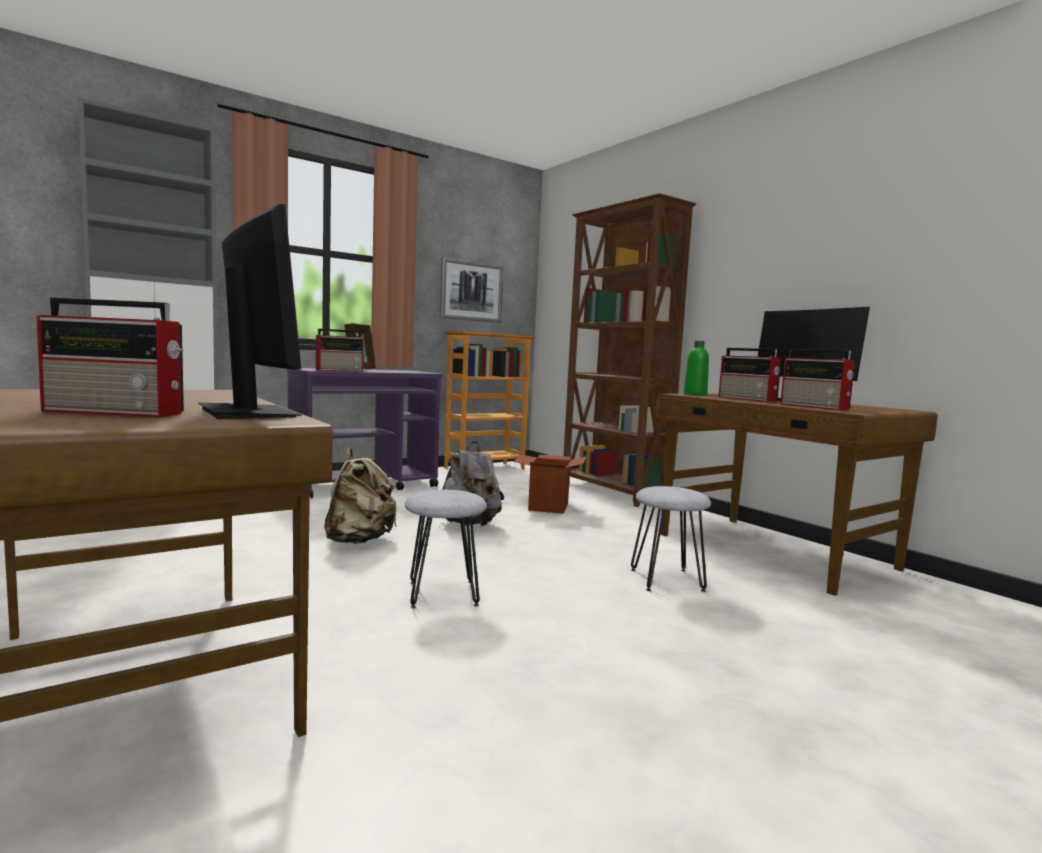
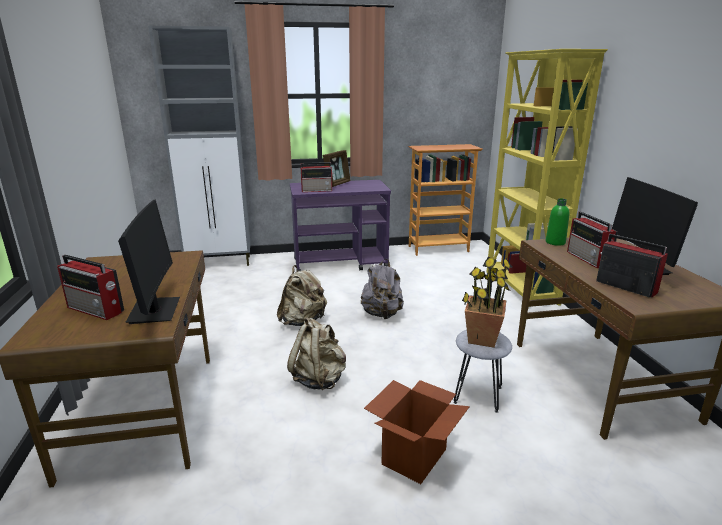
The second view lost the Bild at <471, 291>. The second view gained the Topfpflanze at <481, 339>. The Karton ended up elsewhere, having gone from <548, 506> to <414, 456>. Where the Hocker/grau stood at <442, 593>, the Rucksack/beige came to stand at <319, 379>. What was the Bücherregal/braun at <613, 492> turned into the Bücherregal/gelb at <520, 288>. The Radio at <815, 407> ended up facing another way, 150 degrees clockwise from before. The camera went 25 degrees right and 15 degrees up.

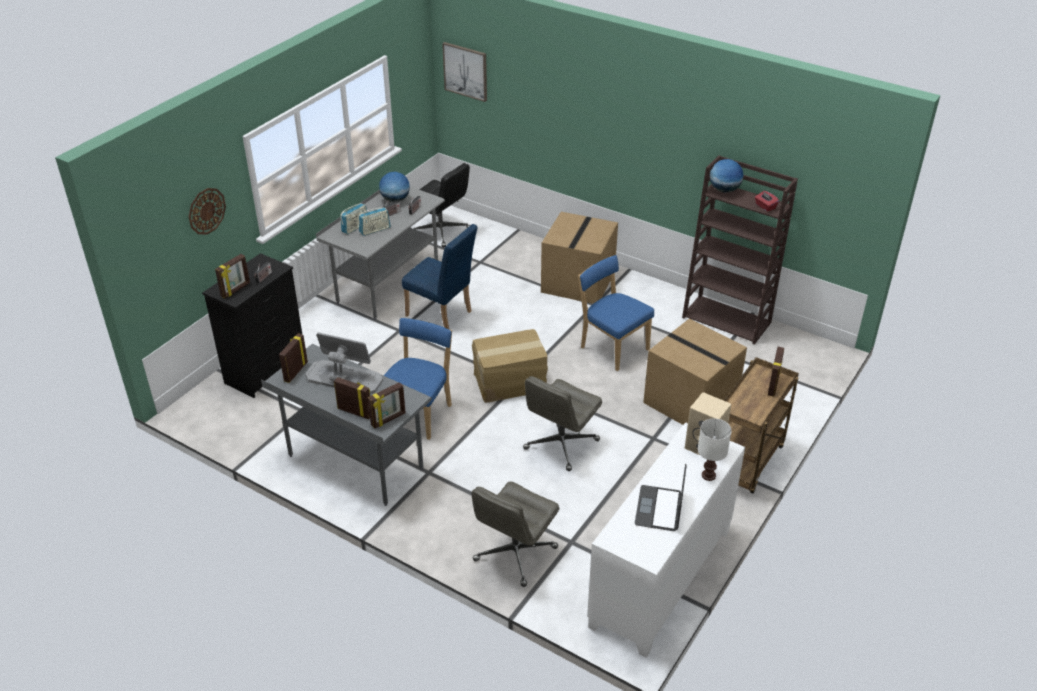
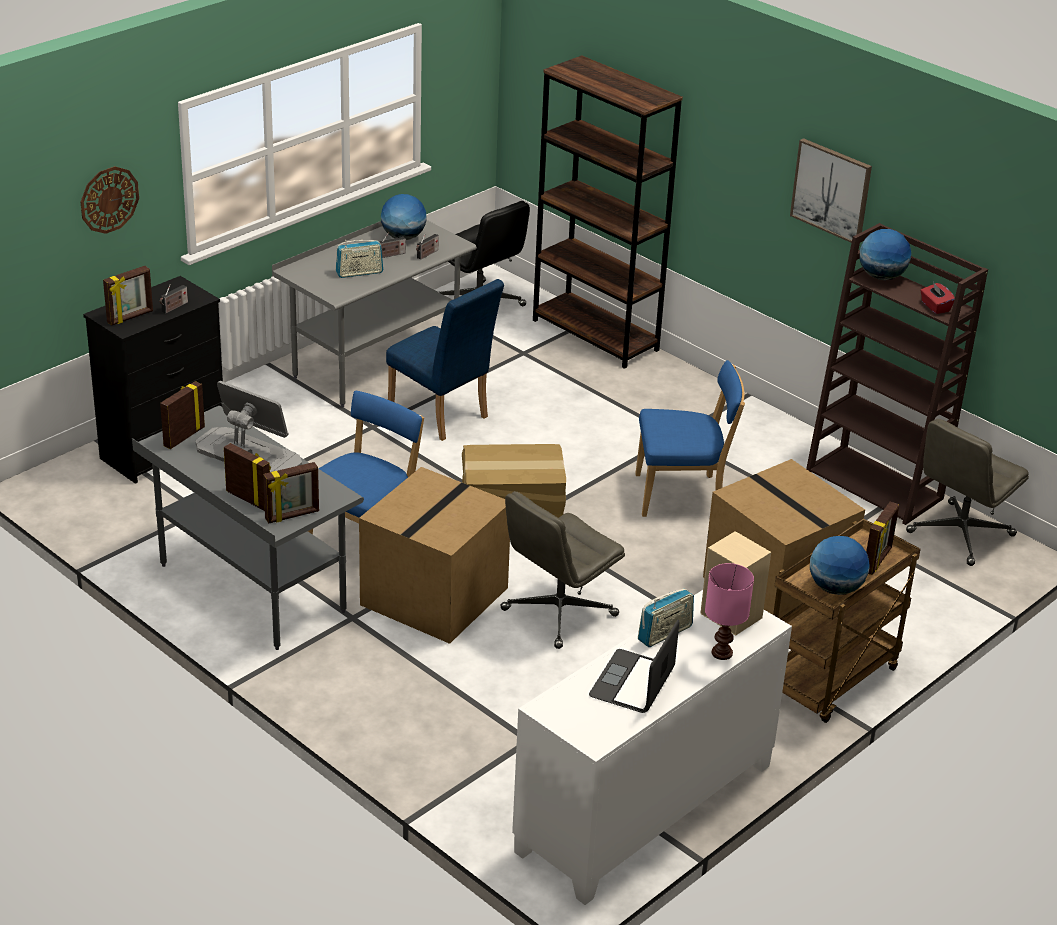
The second view gained the Bücherregal/braun at <595, 335>. The second view gained the Globus at <835, 588>. The Radio ended up elsewhere, having gone from <355, 227> to <665, 633>. The Bild ended up elsewhere, having gone from <465, 71> to <831, 190>. The Bürostuhl/grau ended up elsewhere, having gone from <515, 554> to <960, 534>. The Karton ended up elsewhere, having gone from <577, 281> to <434, 595>. What was the Tischlampe/weiß at <709, 475> turned into the Tischlampe/rosa at <722, 652>. The Stuhl/blau at <612, 347> ended up facing another way, 120 degrees clockwise from before. The camera went 10 degrees right and 5 degrees down.

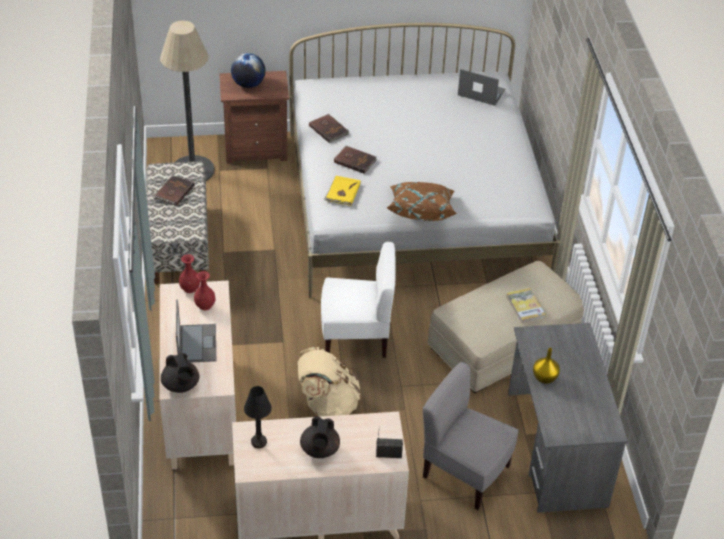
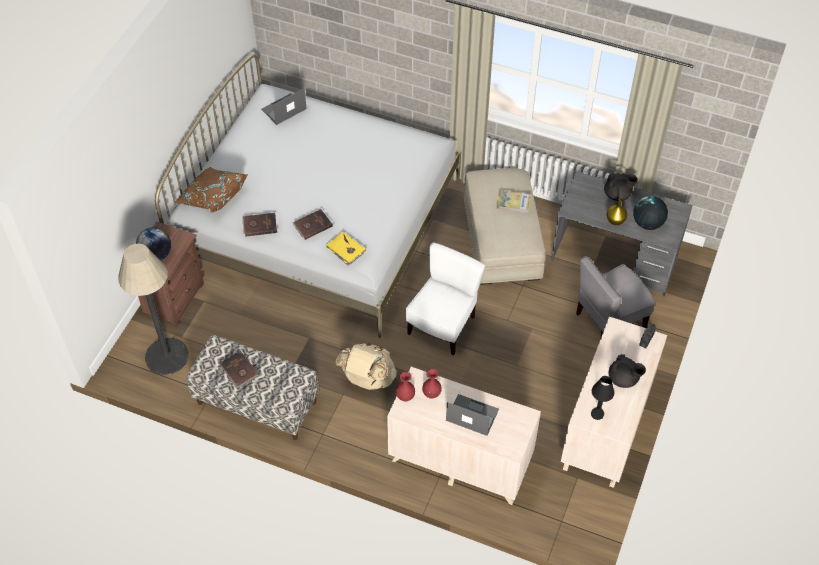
The second view gained the Globus at <647, 223>. The Teekanne/schwarz ended up elsewhere, having gone from <181, 385> to <617, 195>. The Rucksack/beige ended up elsewhere, having gone from <327, 405> to <368, 379>. The Kissen/braun ended up elsewhere, having gone from <421, 210> to <212, 197>. The camera went 60 degrees left and 10 degrees up.

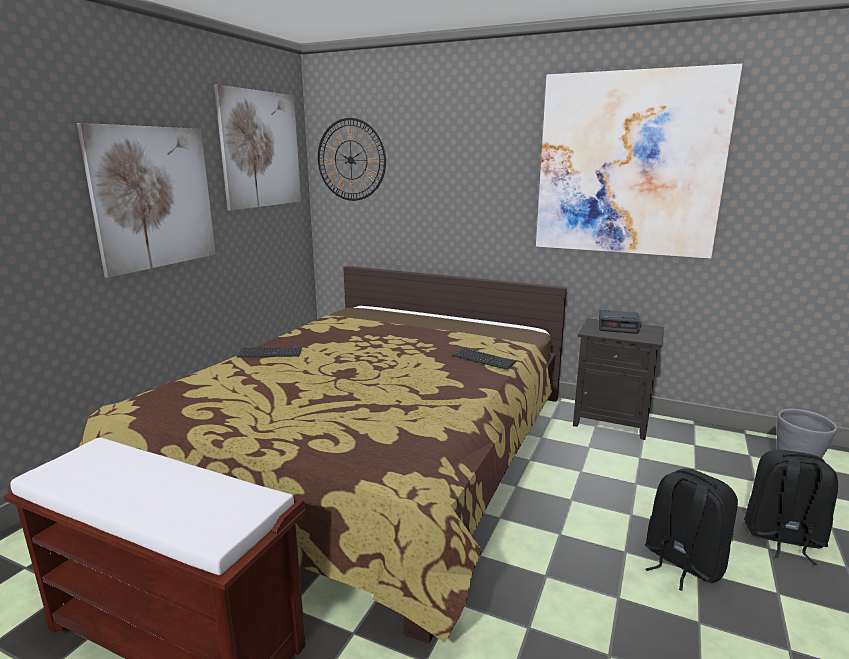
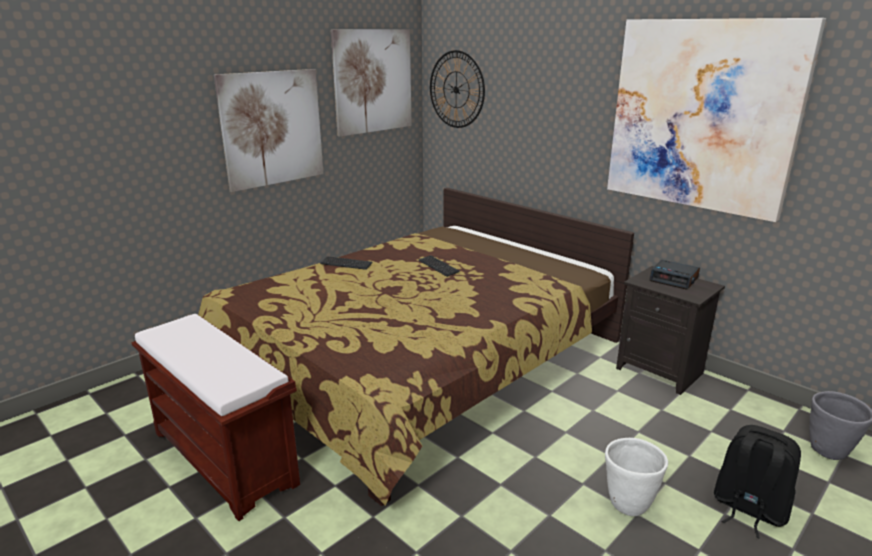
The Tastatur ended up elsewhere, having gone from <483, 360> to <438, 267>. Where the Rucksack/schwarz stood at <682, 562>, the Pflanzkübel/weiß came to stand at <628, 504>. The camera went 20 degrees right and 5 degrees up.

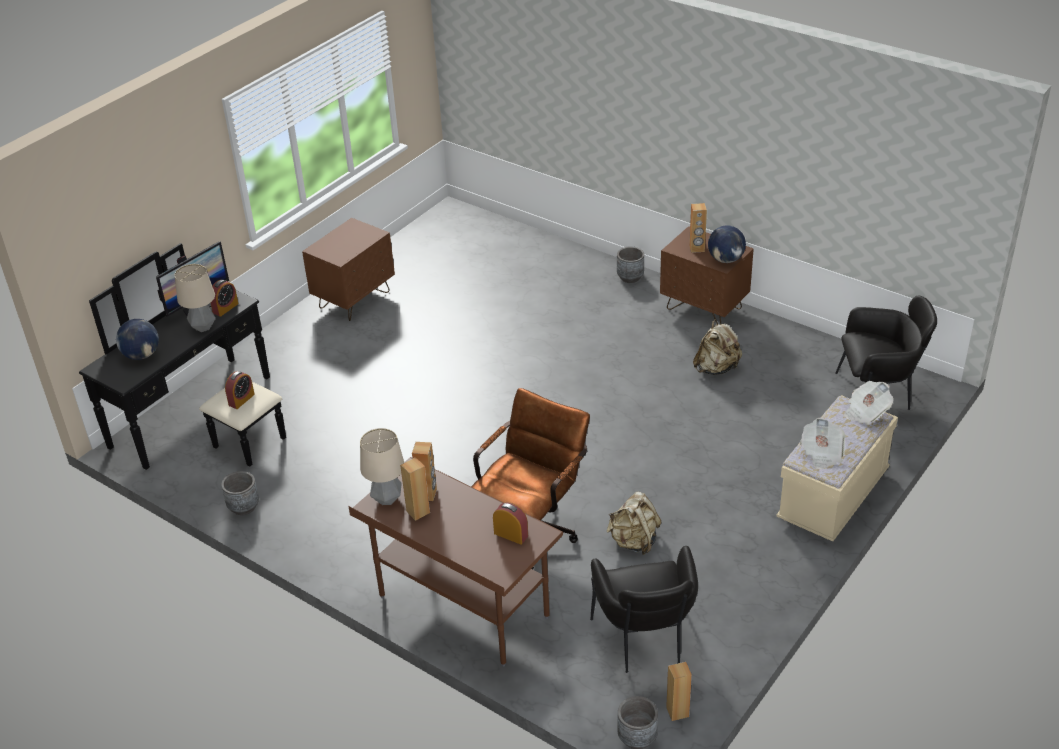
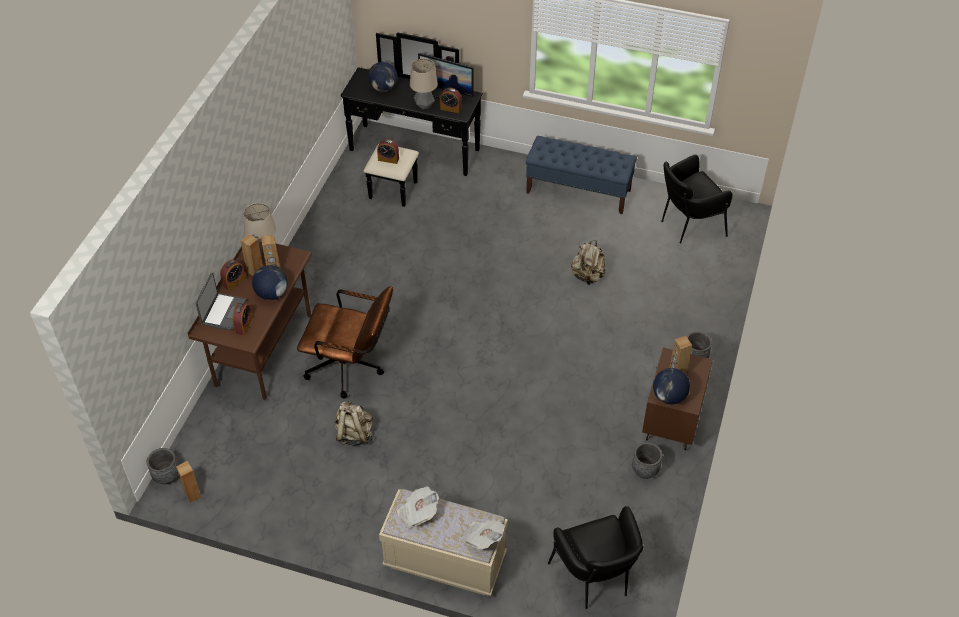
The second view gained the Laptop at <223, 312>. The second view gained the Wecker at <234, 282>. The second view gained the Globus at <271, 294>. The Pflanzkübel/grau ended up elsewhere, having gone from <243, 507> to <645, 470>. The Sessel/schwarz ended up elsewhere, having gone from <645, 643> to <688, 225>. The Rucksack/beige ended up elsewhere, having gone from <716, 368> to <588, 276>. Where the Nachttisch/braun stood at <354, 300>, the Bank/blau came to stand at <579, 191>. The camera went 70 degrees right and 10 degrees up.

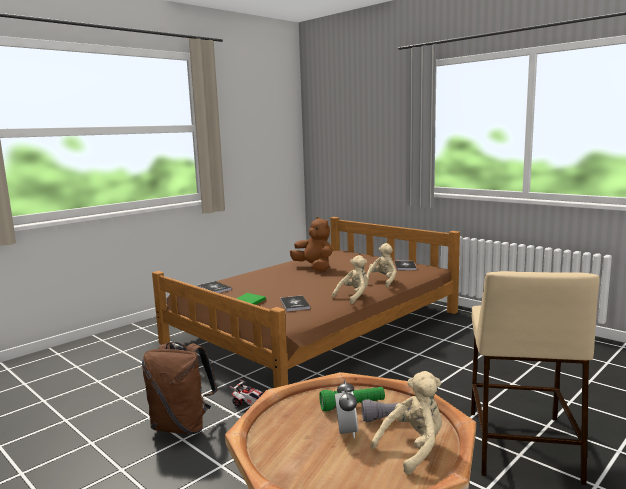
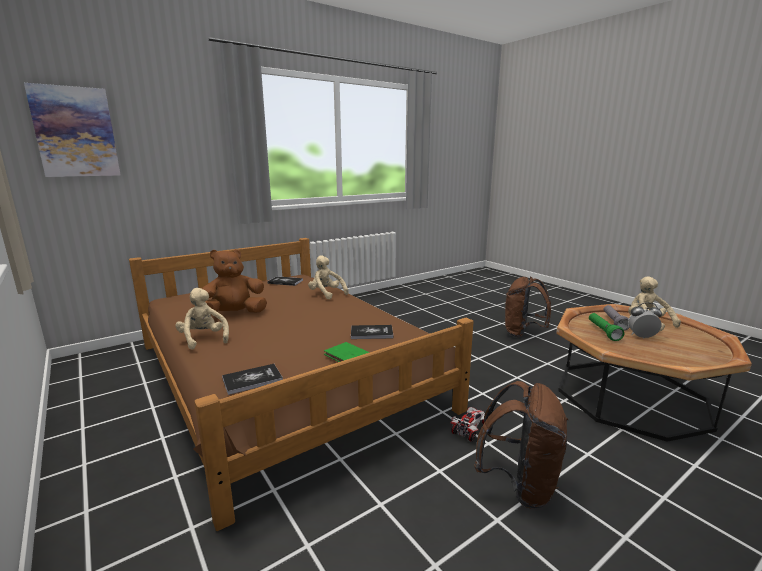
The second view gained the Bild at <75, 132>. The Plüschtier/beige ended up elsewhere, having gone from <354, 297> to <204, 339>. Where the Hocker/beige stood at <520, 443>, the Rucksack/braun came to stand at <523, 333>. The camera went 80 degrees left and 5 degrees up.

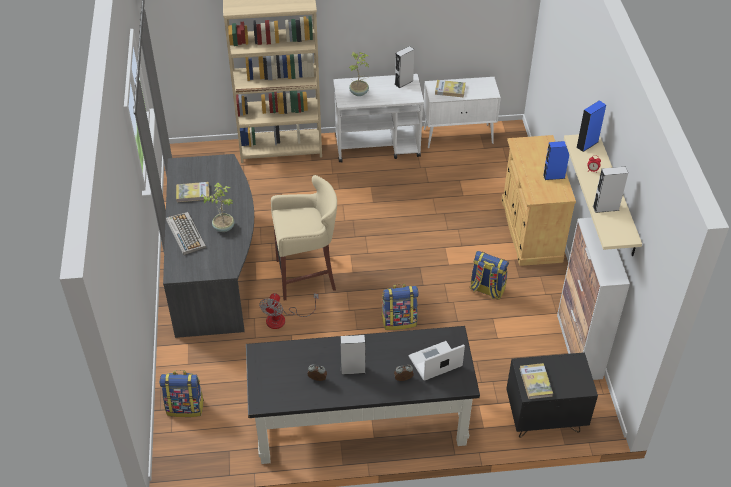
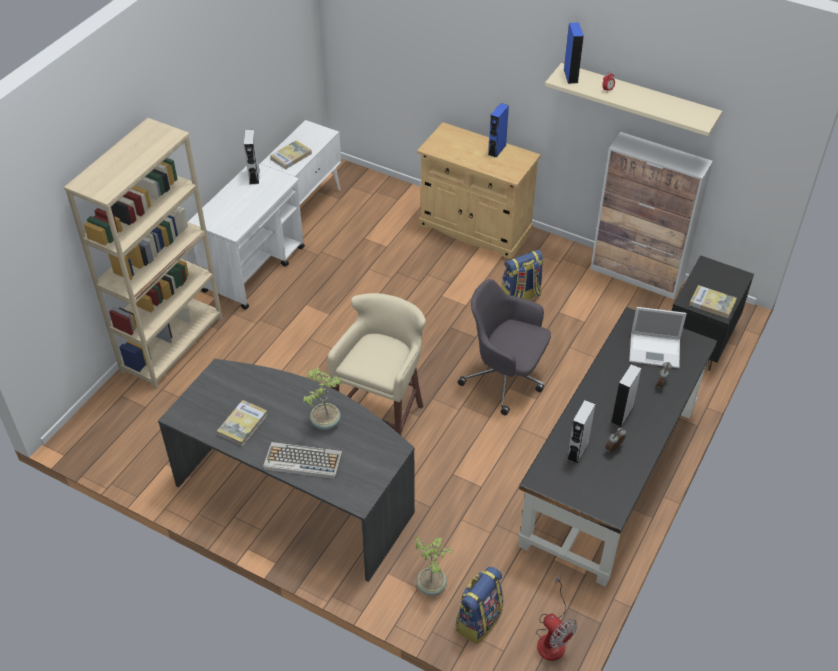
The Ventilator ended up elsewhere, having gone from <282, 319> to <552, 637>. The Topfpflanze ended up elsewhere, having gone from <359, 92> to <432, 585>. The Lautsprecher/grau ended up elsewhere, having gone from <605, 208> to <577, 451>. Where the Rucksack stood at <399, 320>, the Bürostuhl/grau came to stand at <505, 378>. The Laptop at <434, 362> ended up facing another way, 90 degrees counterclockwise from before. The camera went 55 degrees left and 0 degrees up.

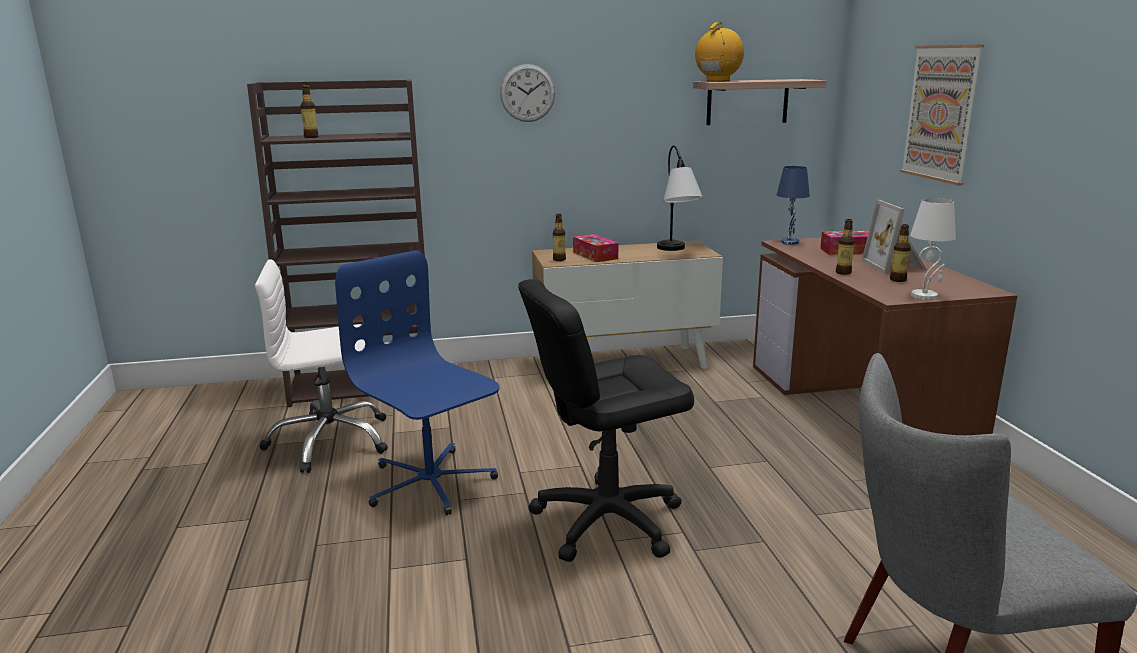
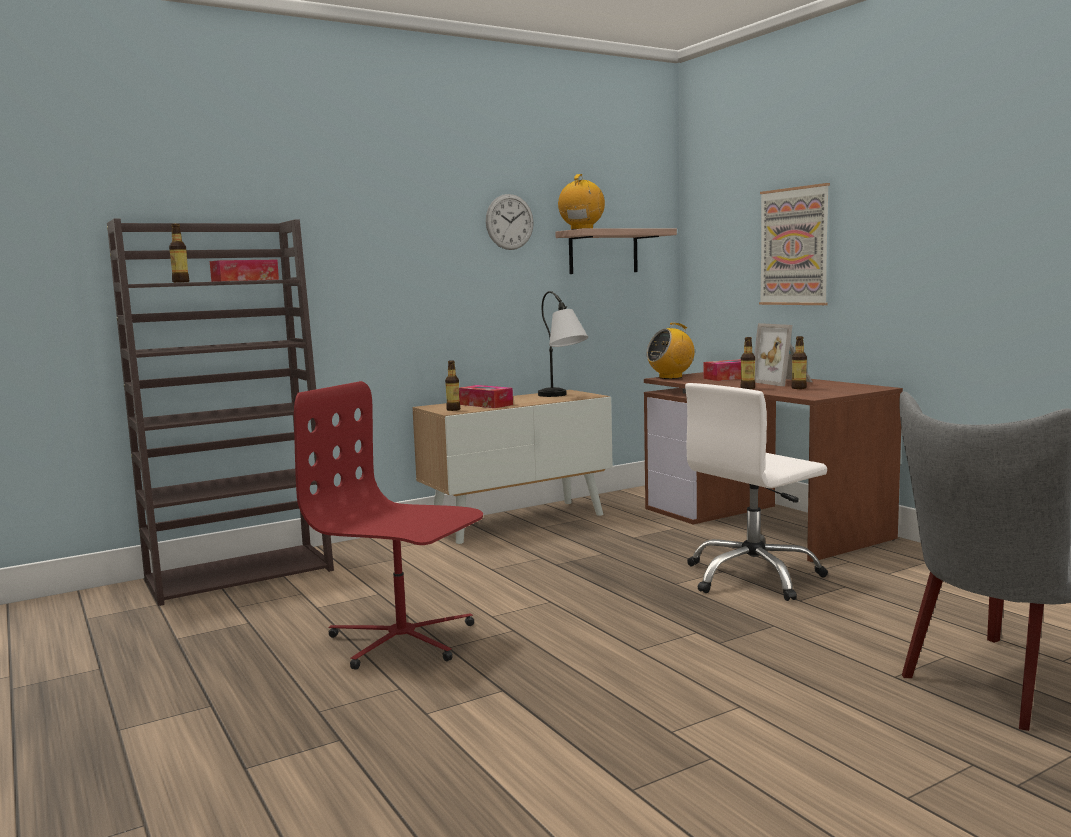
The second view lost the Bürostuhl/schwarz at <607, 520>. The second view lost the Tischlampe/weiß at <924, 296>. The second view gained the Taschentuchbox at <245, 280>. The Bürostuhl/weiß ended up elsewhere, having gone from <329, 441> to <753, 577>. The Wanduhr ended up elsewhere, having gone from <527, 93> to <509, 222>. Where the Tischlampe/blau stood at <789, 242>, the Radio came to stand at <671, 377>. What was the Bürostuhl/blau at <430, 483> turned into the Bürostuhl/rot at <402, 640>. The camera went 20 degrees left and 10 degrees down.

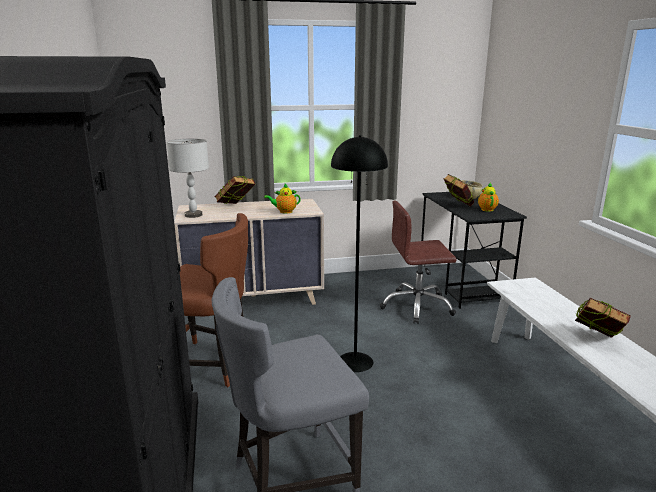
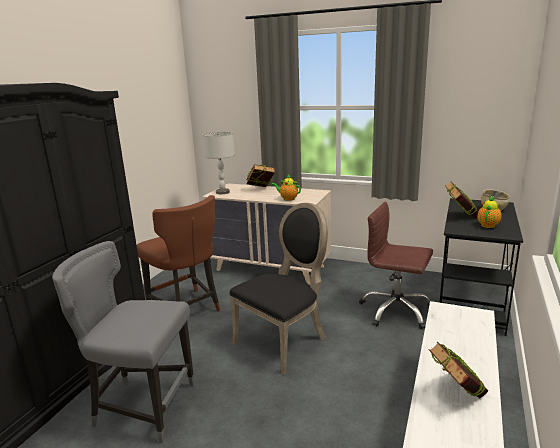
Where the Stehlampe/schwarz stood at <355, 361>, the Stuhl/schwarz came to stand at <284, 340>. The camera went 35 degrees right and 0 degrees up.

